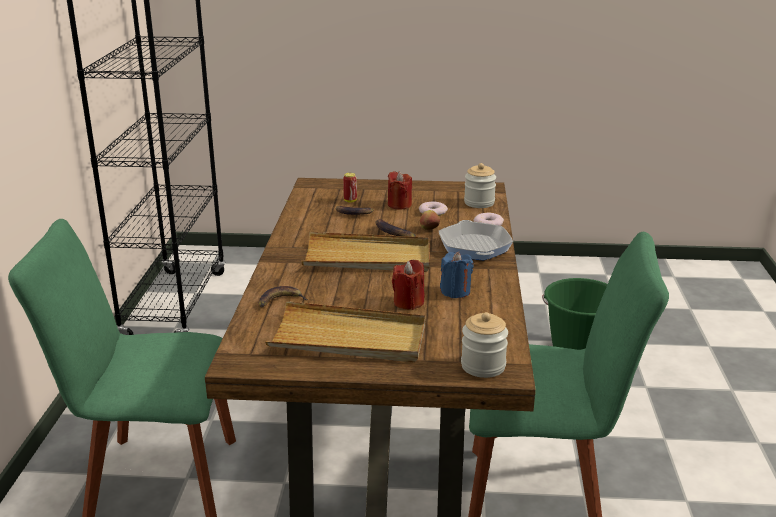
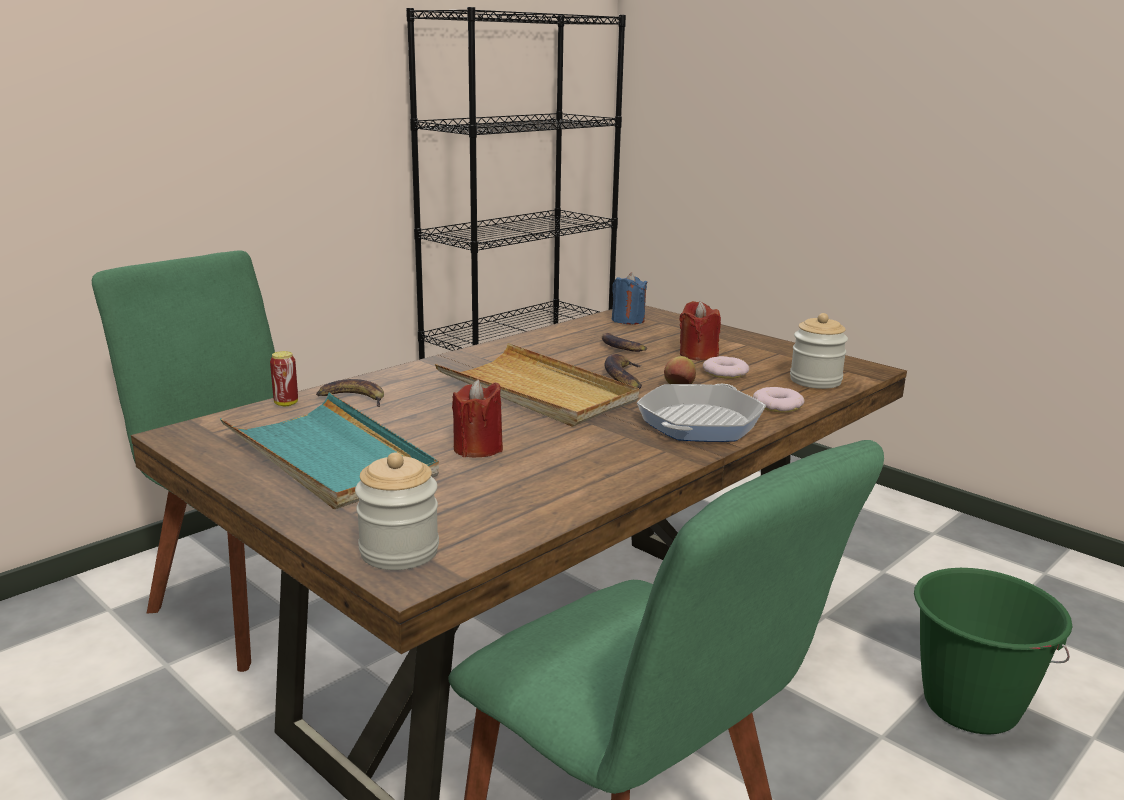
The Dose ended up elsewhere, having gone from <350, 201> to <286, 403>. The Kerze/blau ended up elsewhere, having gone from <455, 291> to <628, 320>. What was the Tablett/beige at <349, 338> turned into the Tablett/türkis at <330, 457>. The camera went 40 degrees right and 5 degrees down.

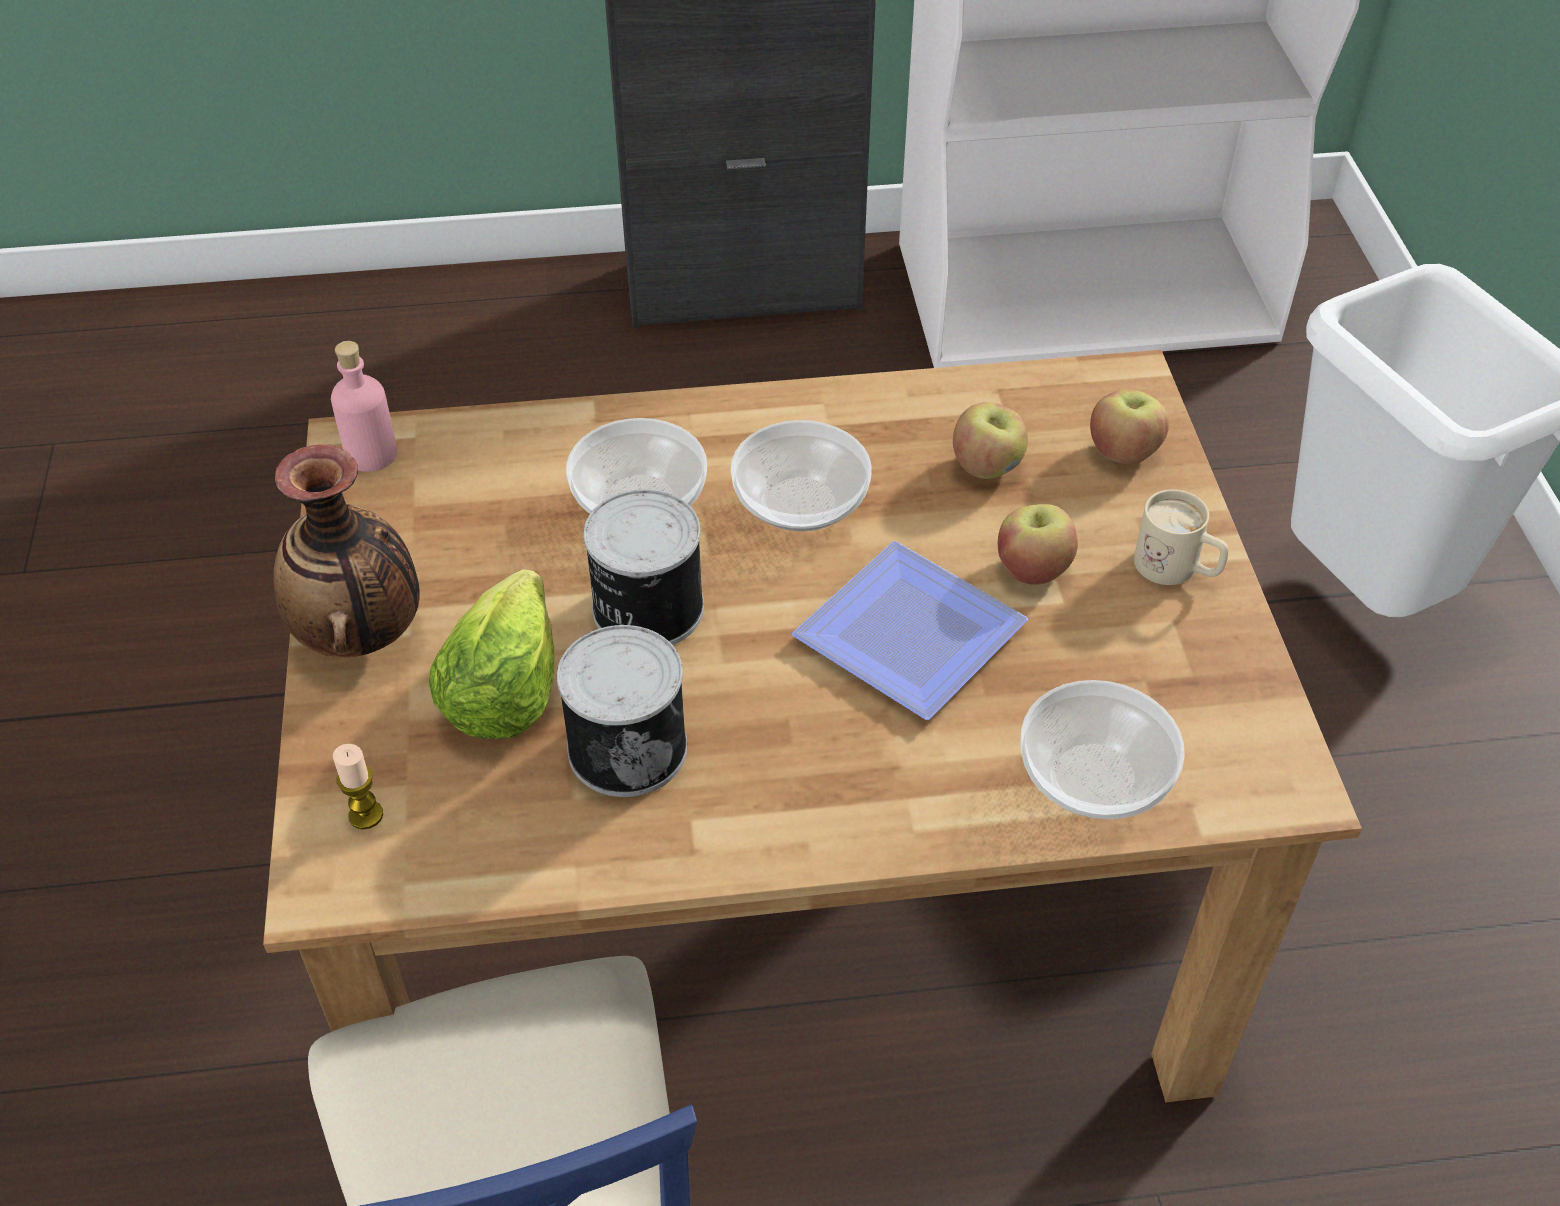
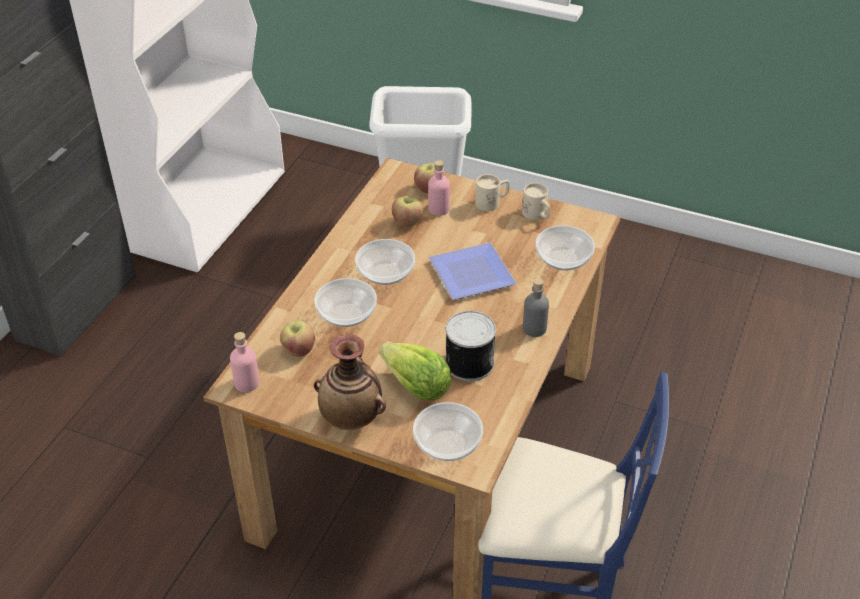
The second view lost the Dose at <645, 609>. The second view gained the Flasche/rosa at <438, 209>. The second view gained the Henkelbecher/beige at <537, 215>. The second view gained the Flasche/grau at <534, 328>. The Apfel ended up elsewhere, having gone from <1032, 568> to <298, 350>. Where the Kerze stood at <366, 815>, the Schüssel came to stand at <448, 445>. The camera went 60 degrees left and 5 degrees down.

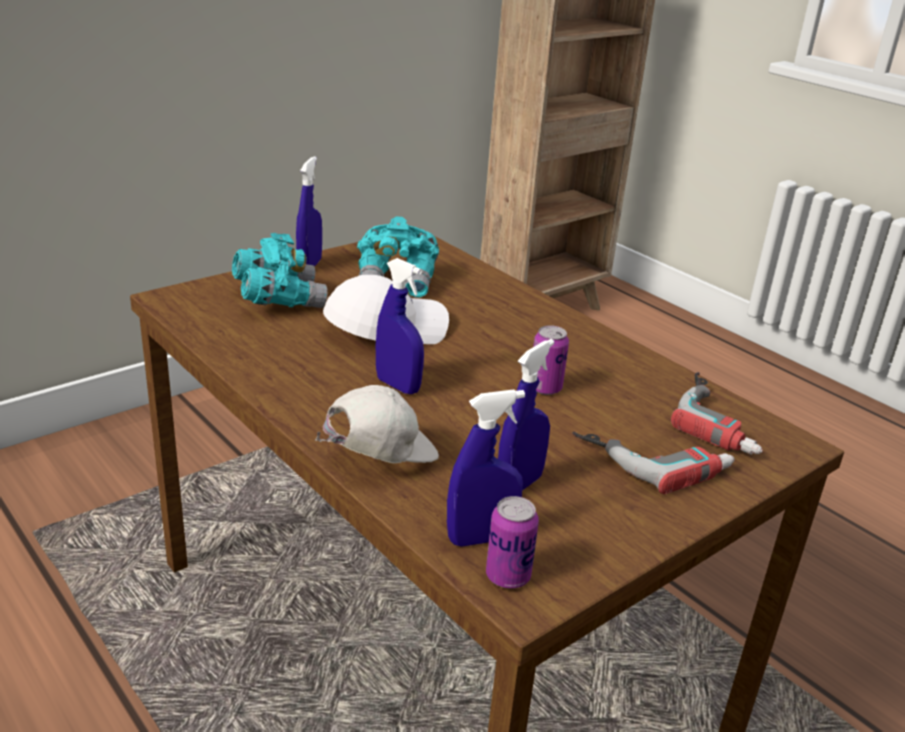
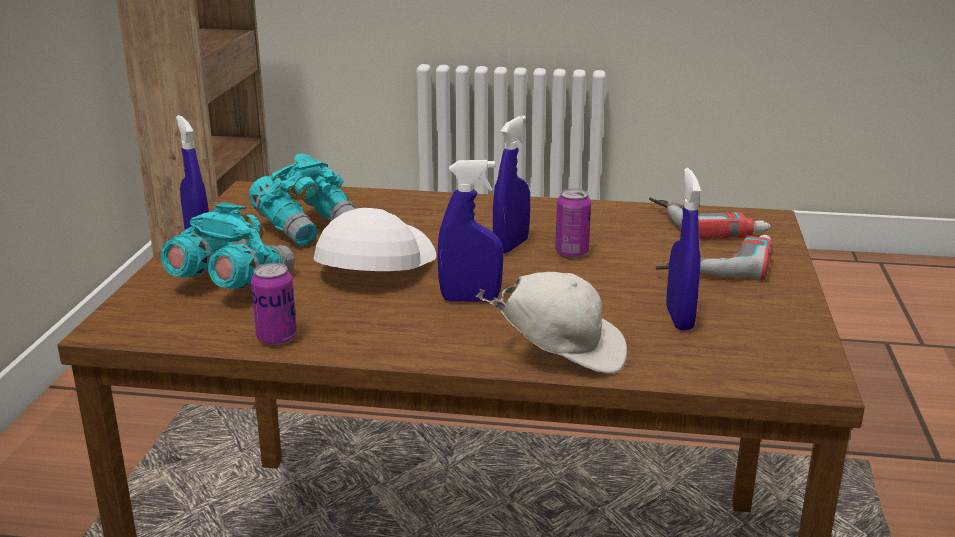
The Sprühflasche/blau ended up elsewhere, having gone from <480, 538> to <511, 246>. The Dose ended up elsewhere, having gone from <508, 576> to <277, 338>. The Kappe/weiß at <378, 459> ended up facing another way, 90 degrees clockwise from before. The camera went 40 degrees left and 5 degrees down.

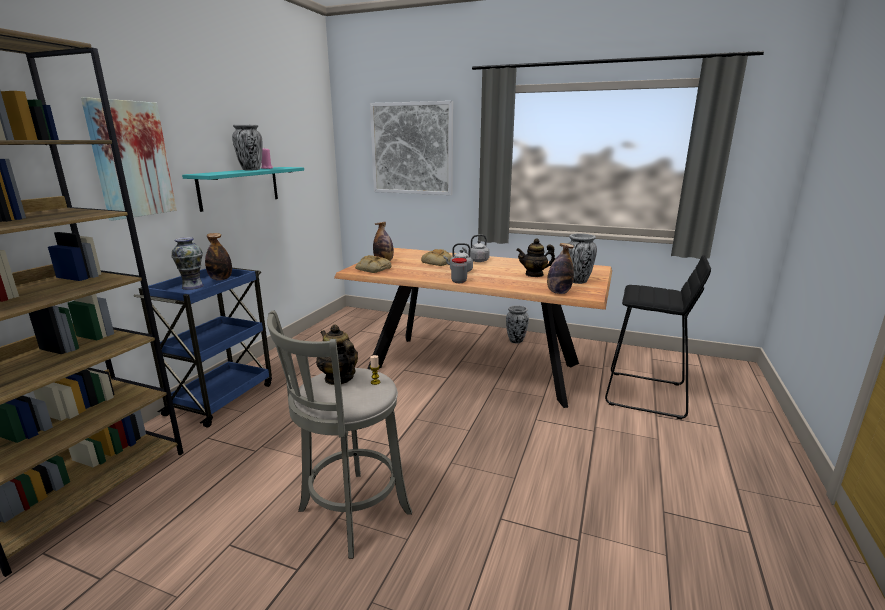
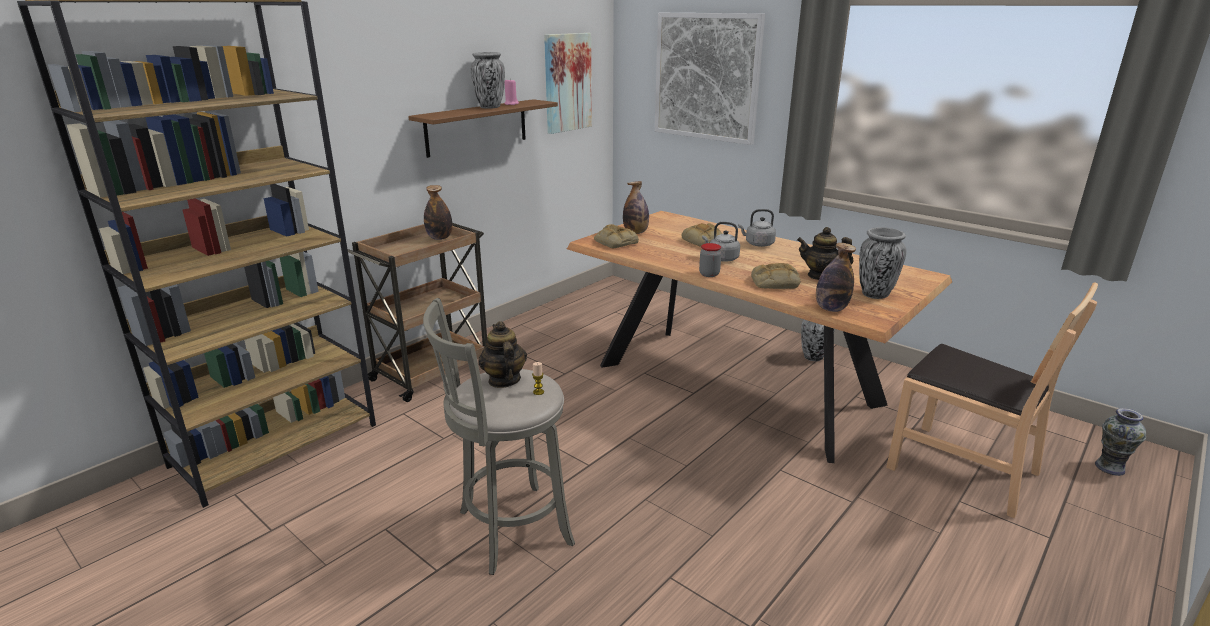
The second view gained the Brot at <774, 282>. The Bild ended up elsewhere, having gone from <131, 159> to <567, 82>. The Vase ended up elsewhere, having gone from <192, 286> to <1109, 467>. Where the Hocker/schwarz stood at <645, 394>, the Stuhl/braun came to stand at <962, 469>. What was the Rollwagen/blau at <222, 398> turned into the Rollwagen/braun at <432, 371>. What was the Wandregal/türkis at <239, 187> turned into the Wandregal/braun at <477, 127>. The camera went 20 degrees right and 5 degrees up.

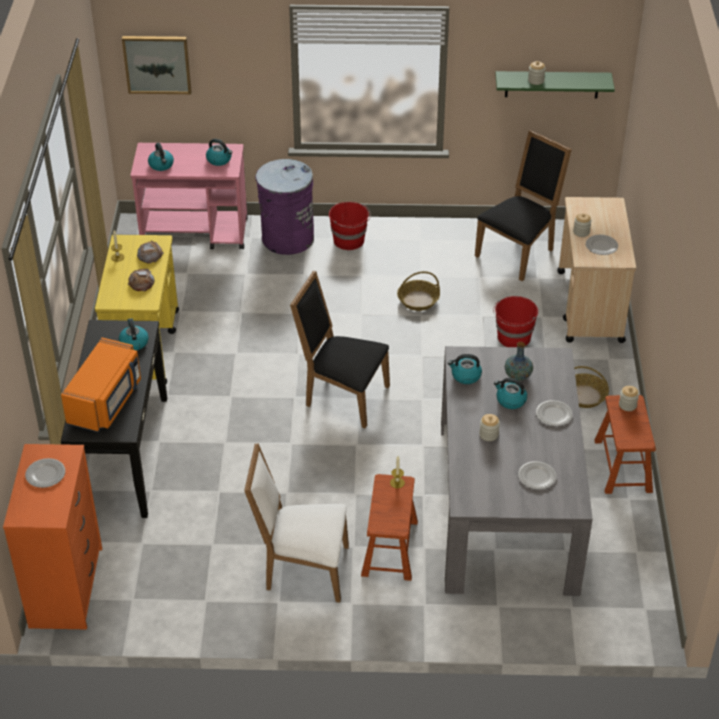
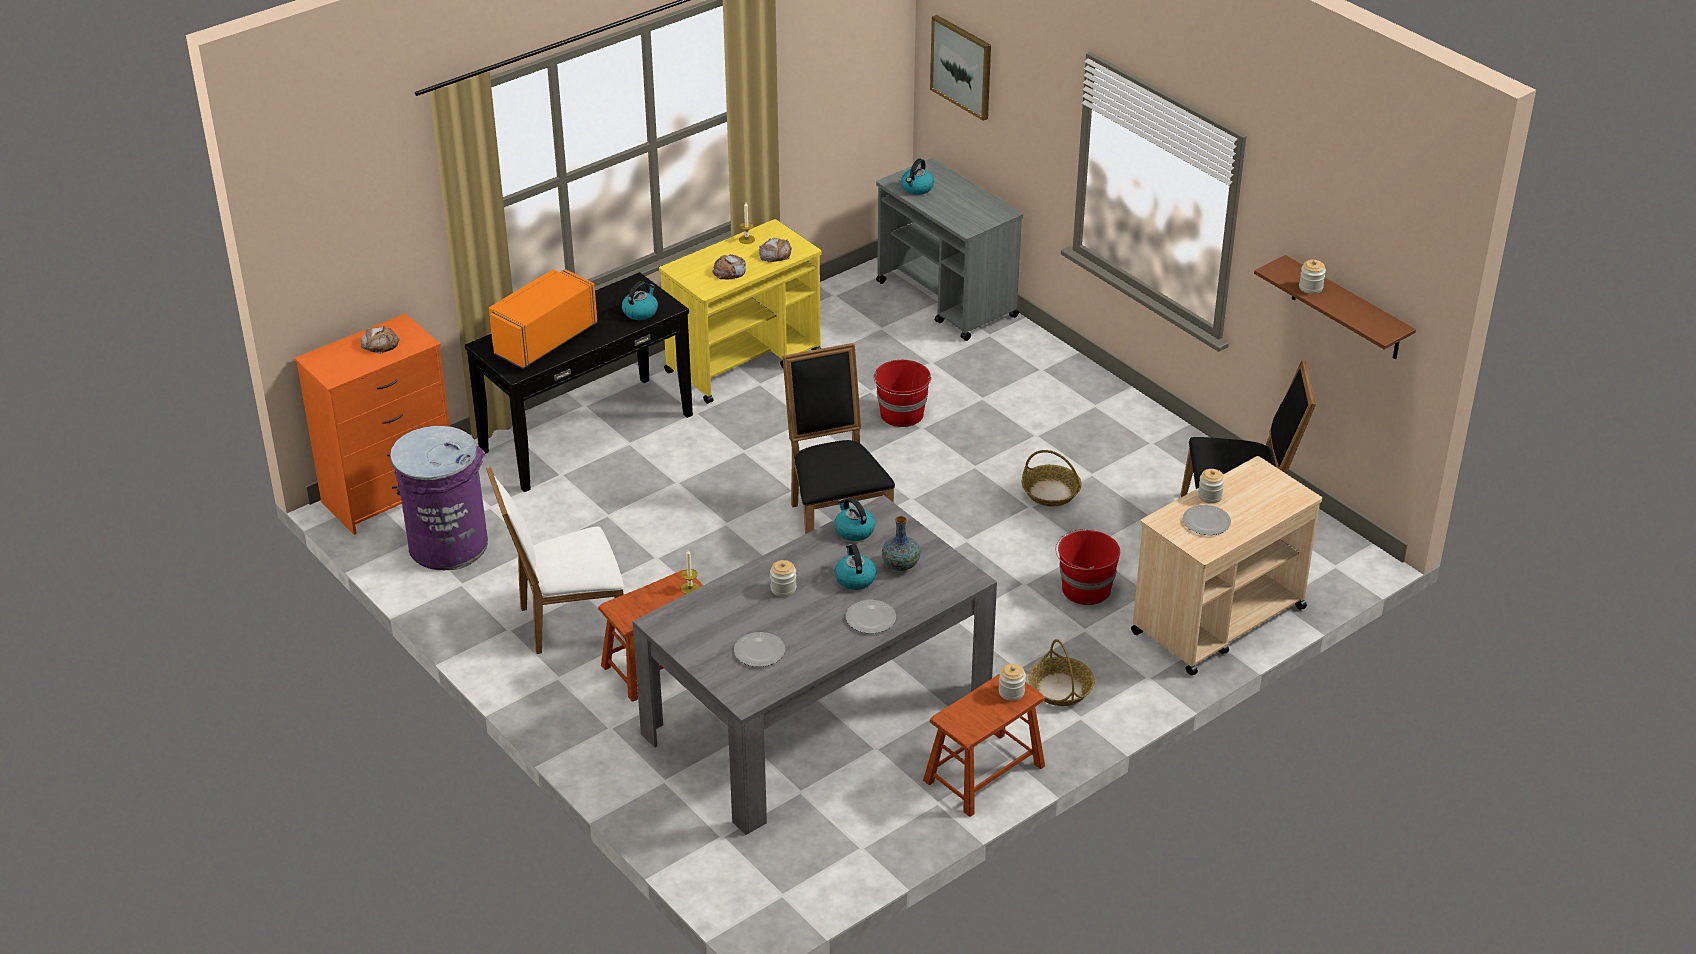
The second view lost the Wasserkessel at <219, 160>. The Mülleimer/lila ended up elsewhere, having gone from <287, 238> to <448, 545>. The Eimer/rot ended up elsewhere, having gone from <349, 240> to <902, 414>. Where the Teller stood at <45, 474>, the Brot came to stand at <380, 343>. What was the Rollwagen/rosa at <195, 233> turned into the Rollwagen/grau at <947, 300>. What was the Wandregal/grün at <552, 84> turned into the Wandregal/braun at <1346, 309>. The Mikrowelle/orange at <106, 402> ended up facing another way, 150 degrees clockwise from before. The Stuhl/weiß at <302, 569> ended up facing another way, 75 degrees counterclockwise from before. The camera went 50 degrees right and 5 degrees down.

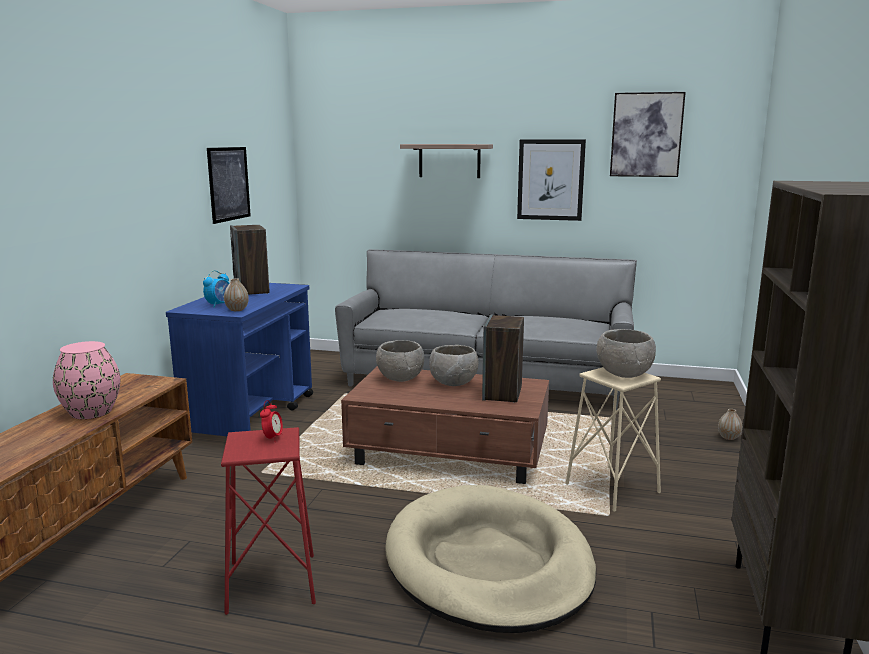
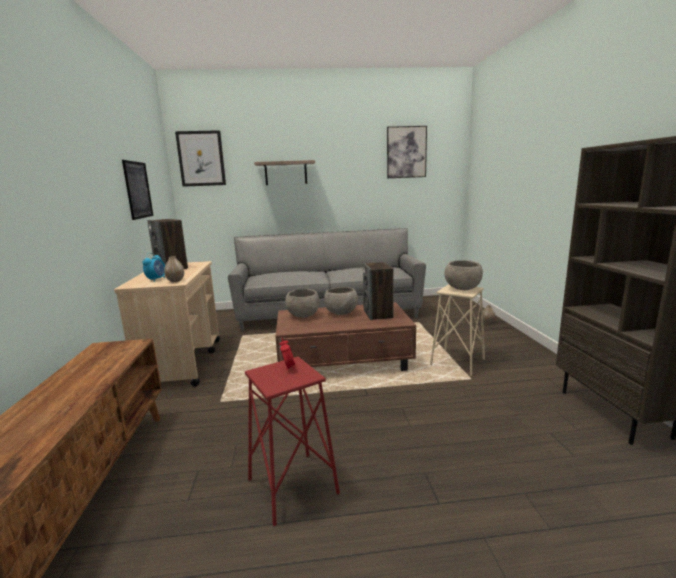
The second view lost the Vase/rosa at <91, 412>. The second view lost the Hundebett/beige at <488, 563>. The Bild ended up elsewhere, having gone from <550, 180> to <201, 159>. What was the Rollwagen/blau at <252, 416> turned into the Rollwagen/beige at <183, 362>. The camera went 20 degrees left and 0 degrees up.

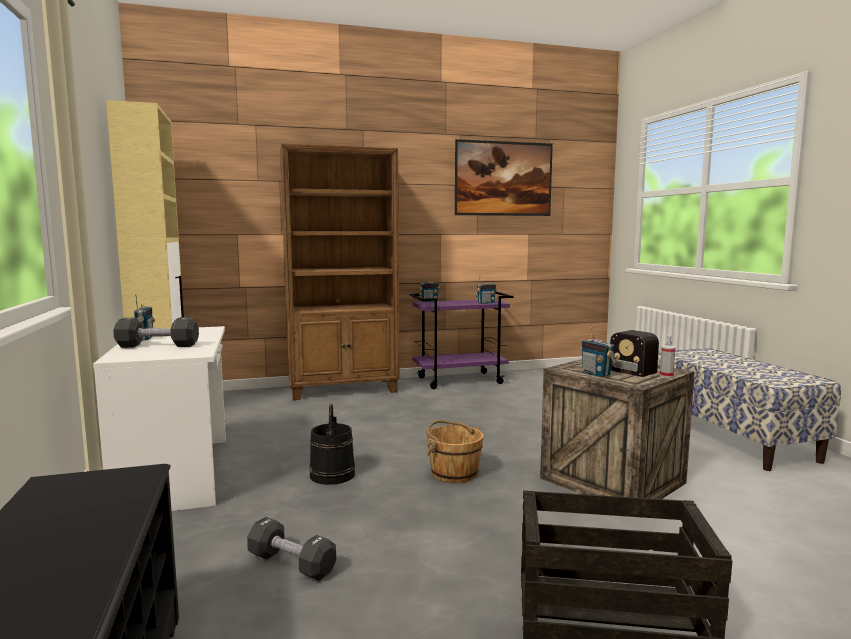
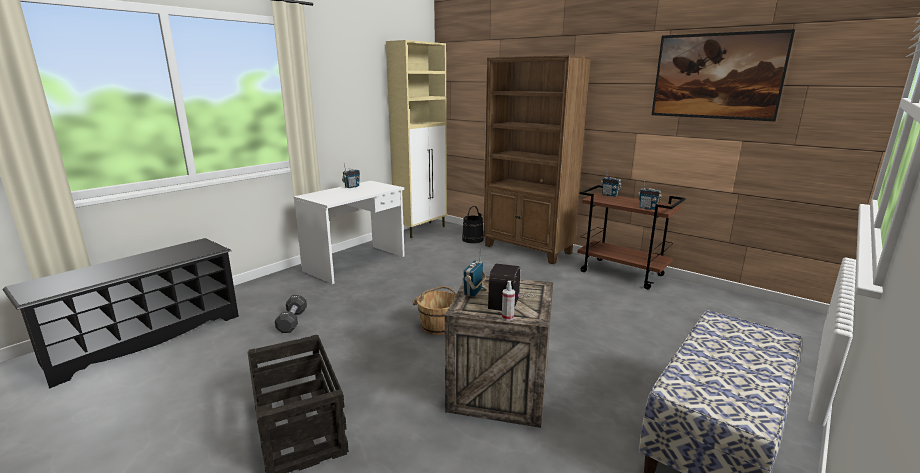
The second view lost the Hantel/schwarz at <158, 346>. The Eimer/schwarz ended up elsewhere, having gone from <332, 474> to <472, 239>. What was the Rollwagen/lila at <460, 380> turned into the Rollwagen/braun at <622, 273>. The camera went 55 degrees right and 10 degrees up.

